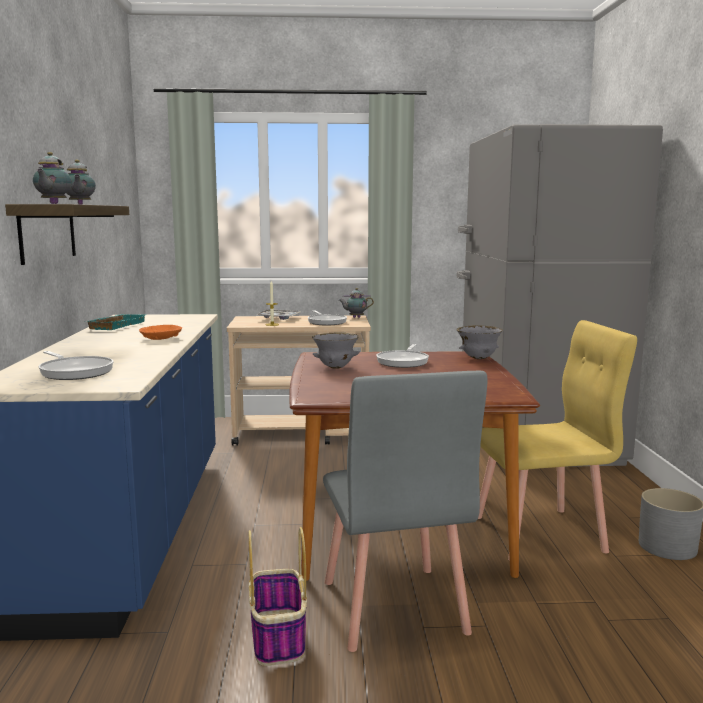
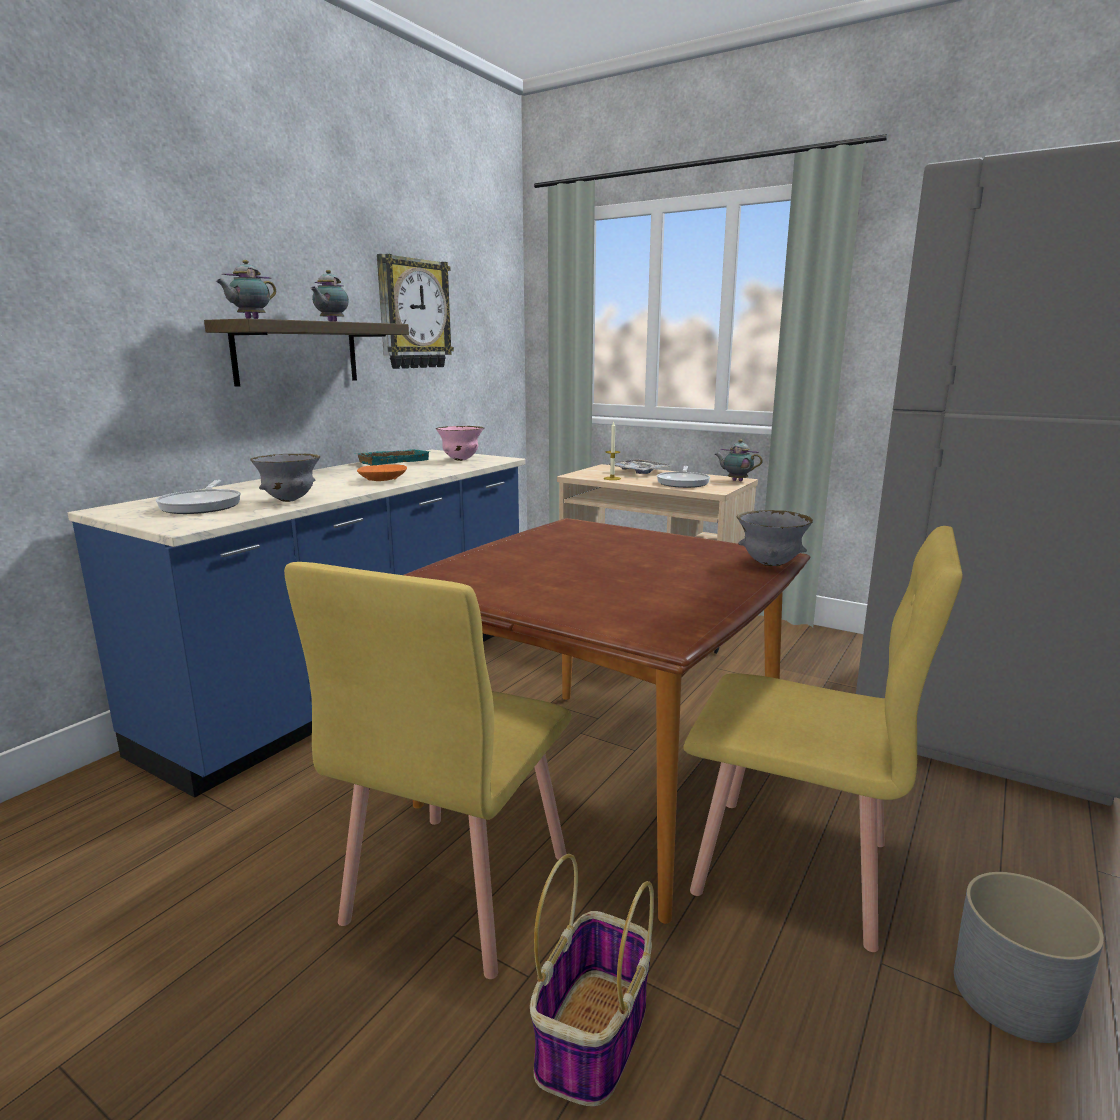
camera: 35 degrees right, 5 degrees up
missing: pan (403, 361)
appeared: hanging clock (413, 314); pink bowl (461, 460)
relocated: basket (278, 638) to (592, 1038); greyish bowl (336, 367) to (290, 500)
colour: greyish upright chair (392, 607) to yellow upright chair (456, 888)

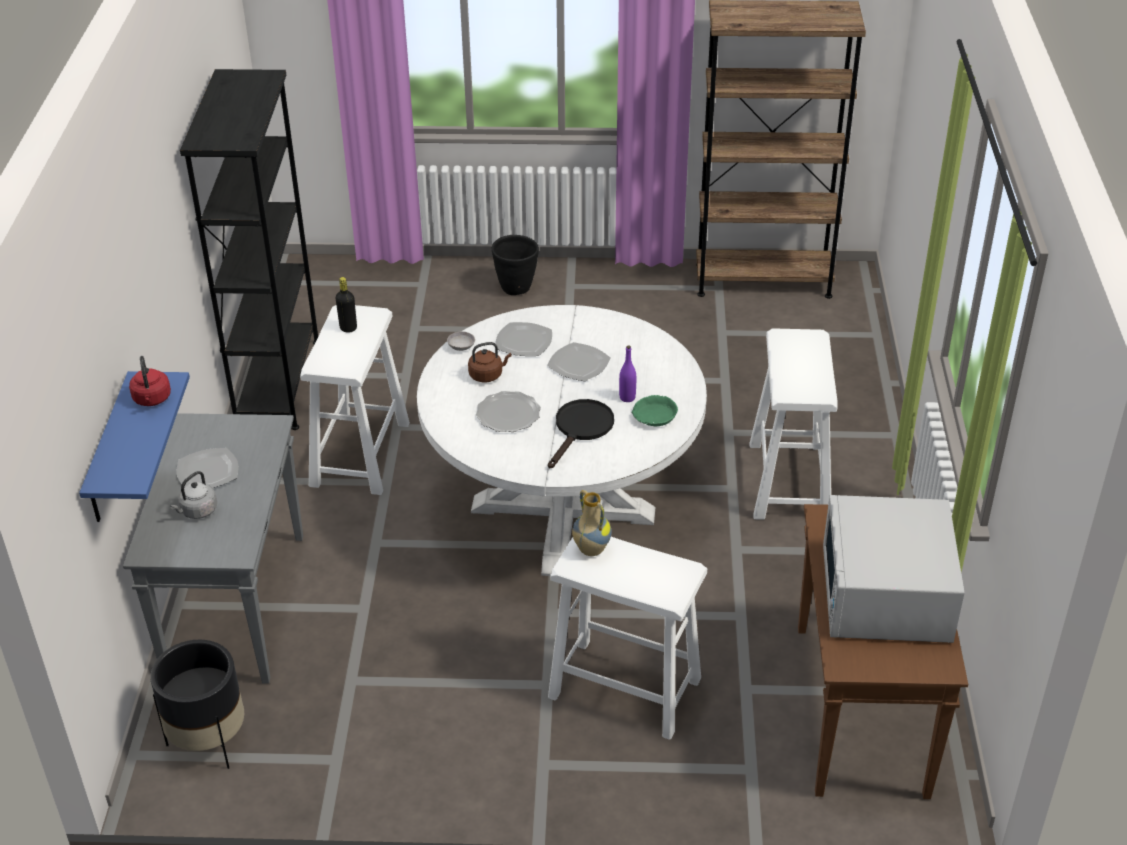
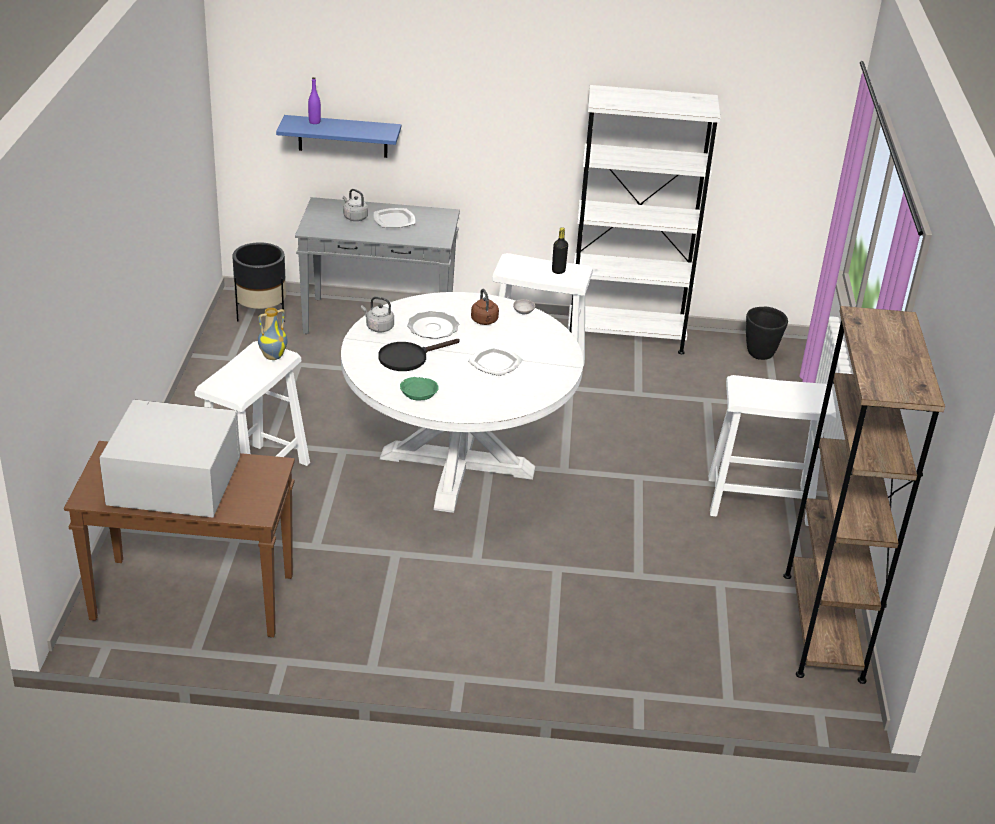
camera: 90 degrees right, 5 degrees down
missing: red tea kettle (152, 400); dinner plate (524, 342)
appeared: greyish tea kettle (378, 327)
relocated: blackish plant pot (516, 288) to (760, 354); purple-coloured bottle (627, 397) to (314, 122); white-coloured stool (789, 482) to (758, 500)
colour: blackish shelving unit (278, 383) to white-coloured shelving unit (625, 335)
spun: blackish pan (581, 429) = (409, 357) 120 degrees clockwise

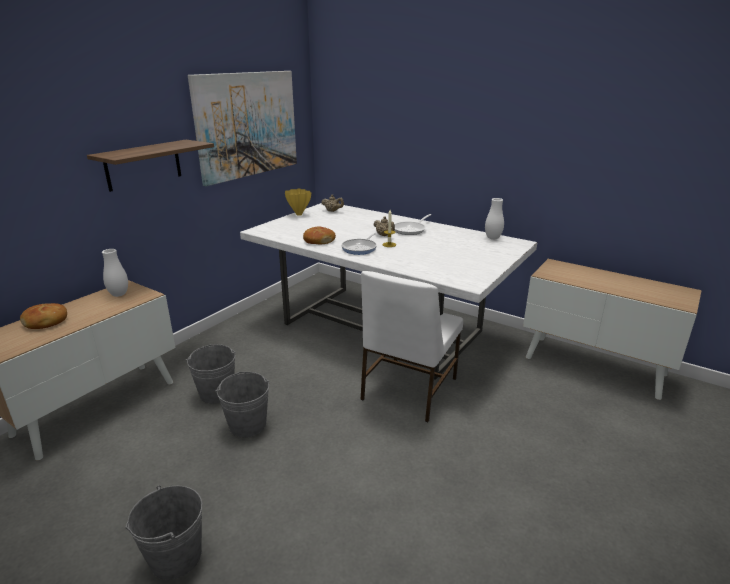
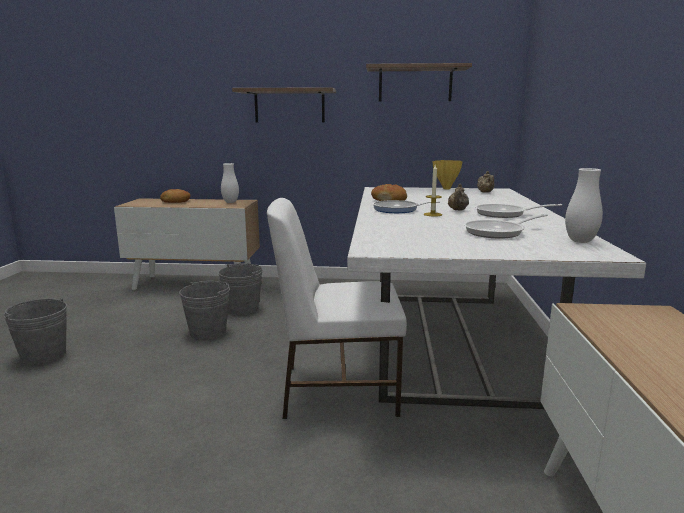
camera: 60 degrees right, 10 degrees down
appeared: pan (498, 232)
exchanged: wall art (247, 125) to wall shelf (415, 84)

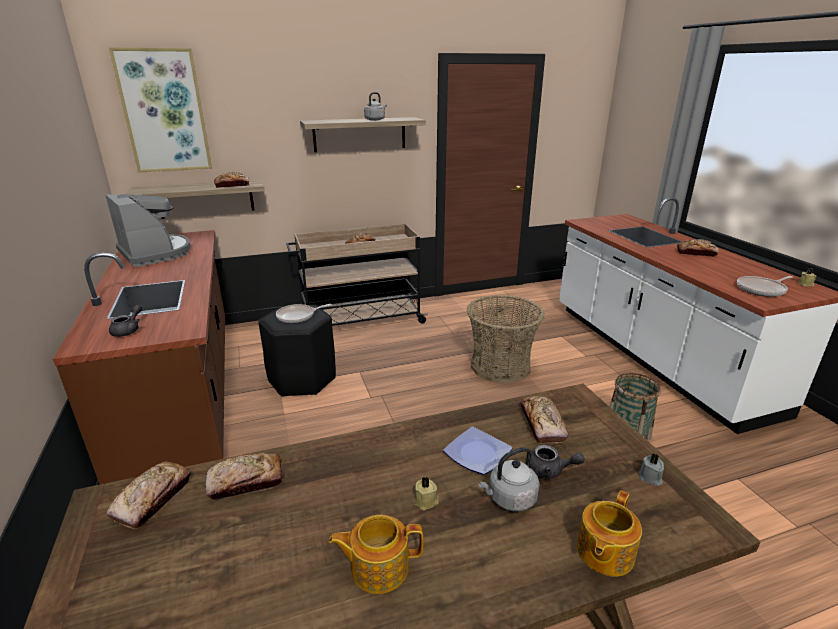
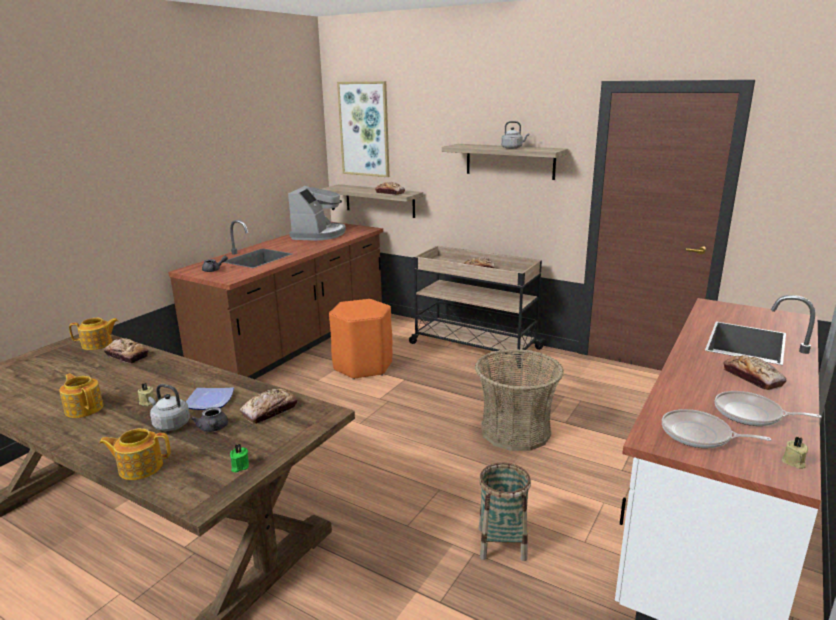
camera: 50 degrees right, 5 degrees down
relocated: pan (298, 316) to (751, 414)
exchanged: baked bread (153, 499) to pot for tea (98, 344)
colour: blackish stool (302, 379) to orange stool (363, 366); greyish candle (650, 478) to green-coloured candle (239, 466)

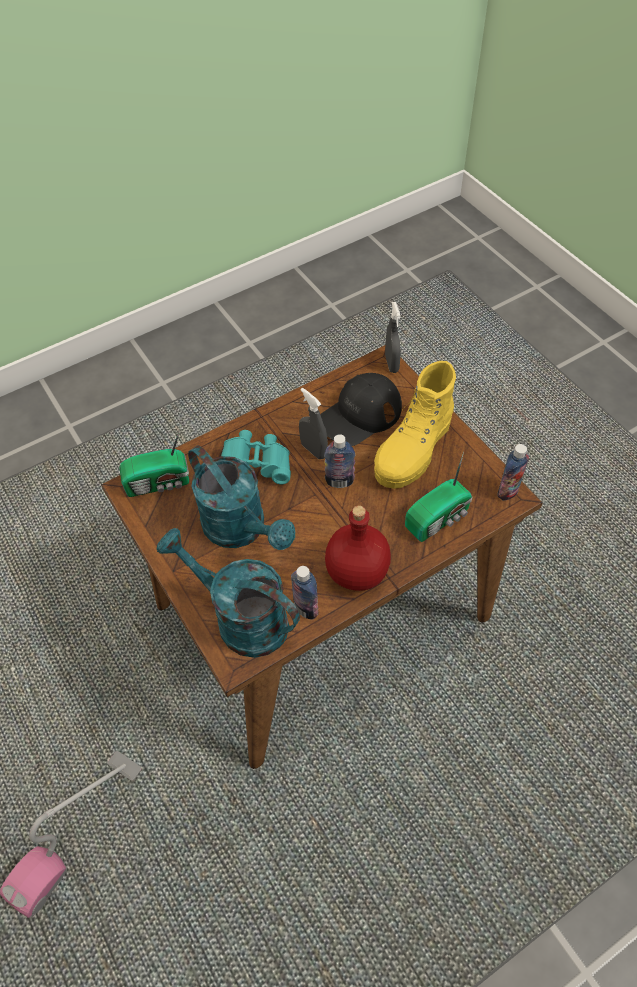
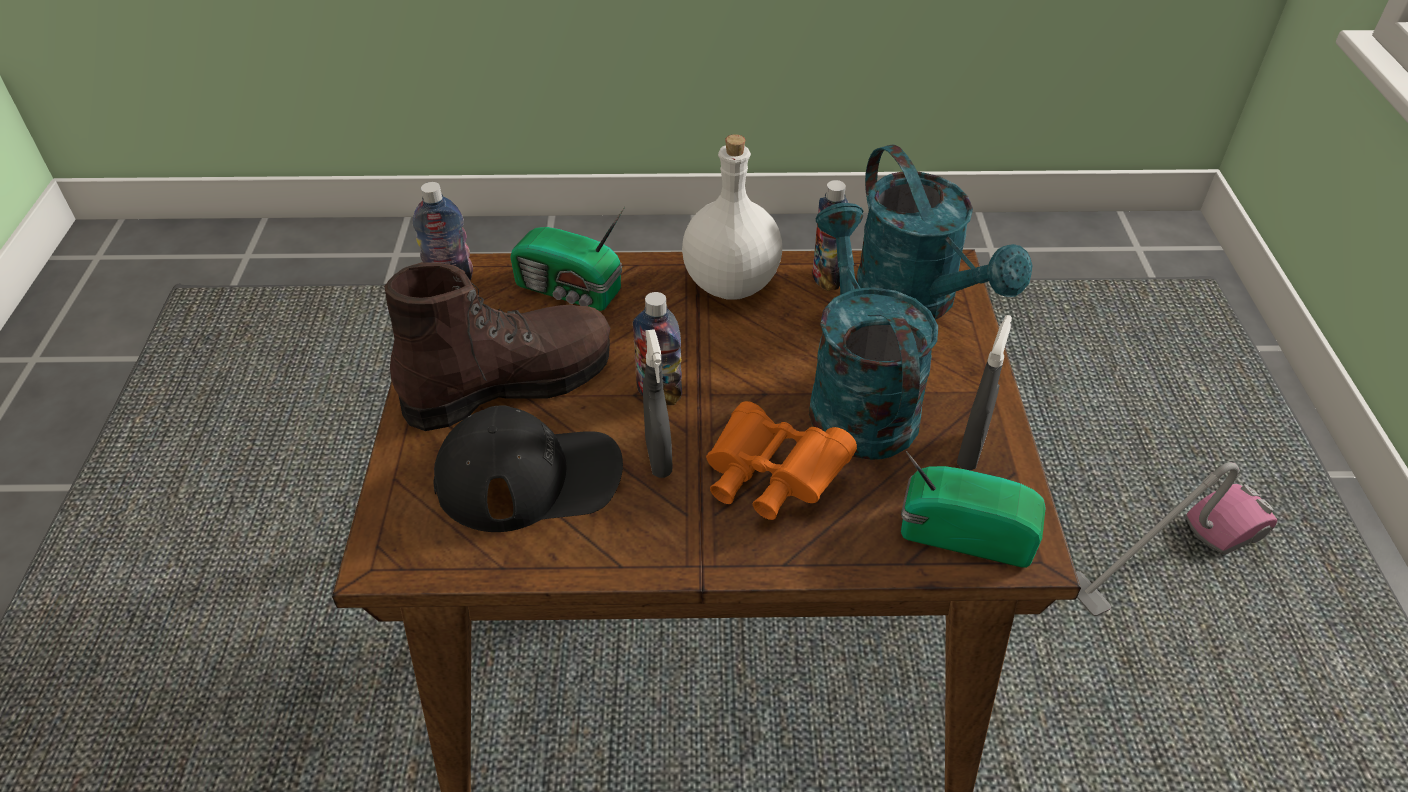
camera: 150 degrees left, 10 degrees down
relocated: greyish sprayer (391, 364) to (971, 451)
colour: turquoise binoculars (257, 465) to orange binoculars (770, 479); red bottle (356, 571) to white-coloured bottle (732, 285); yellow high-top boot (413, 451) to brown-coloured high-top boot (510, 383)
spun: radio (439, 518) = (570, 291) 150 degrees counterclockwise

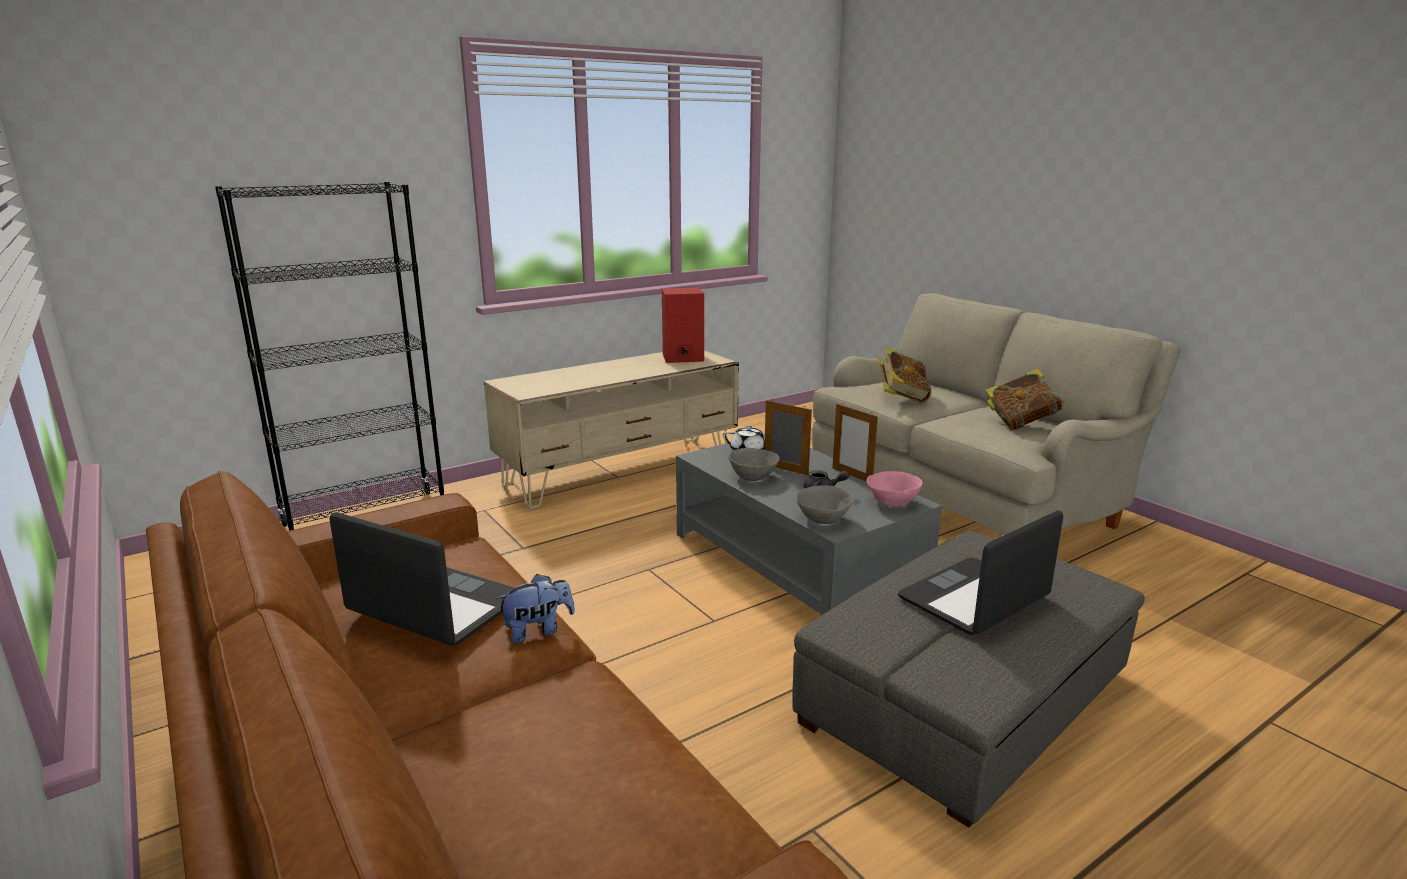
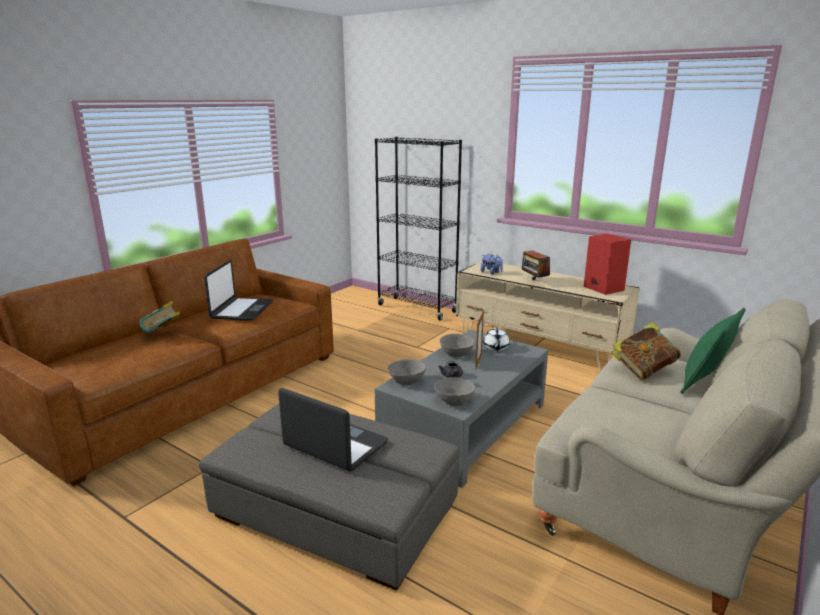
camera: 70 degrees right, 0 degrees up
missing: photo frame (852, 475)
appeared: radio (534, 282); green-coloured cushion (704, 383)
relocated: soft toy (538, 630) to (491, 272); book (1021, 423) to (163, 334)
colour: pink bowl (892, 501) to greyish bowl (454, 401)

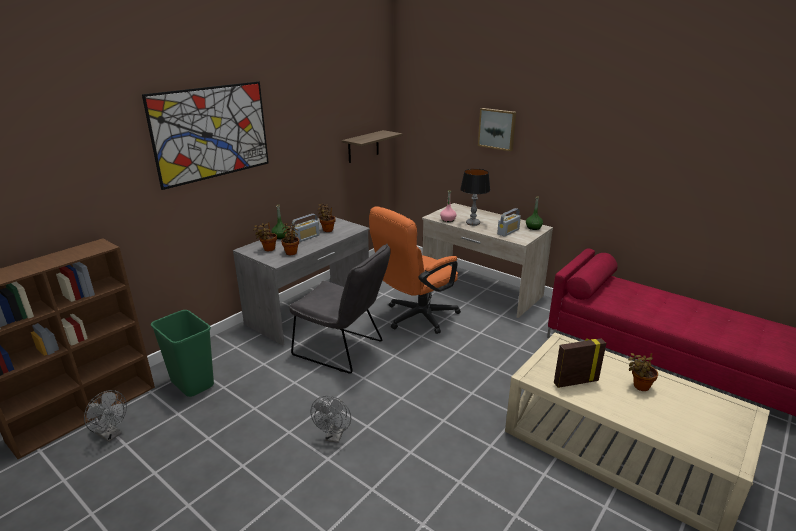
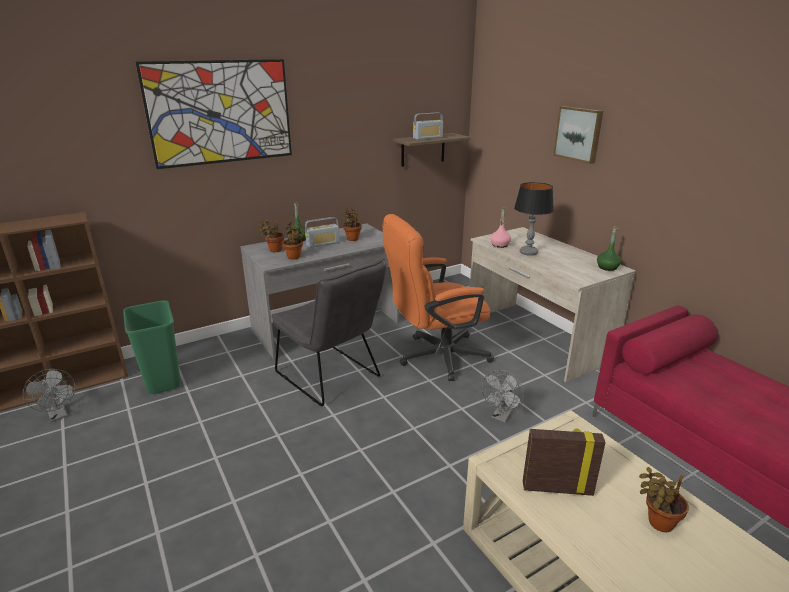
camera: 20 degrees right, 0 degrees up
relocated: greyish fan (334, 436) to (501, 416); radio (508, 232) to (428, 138)

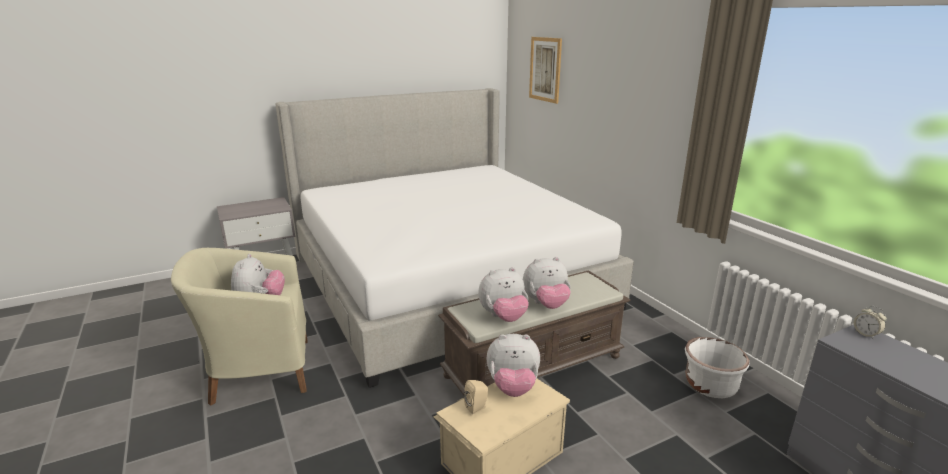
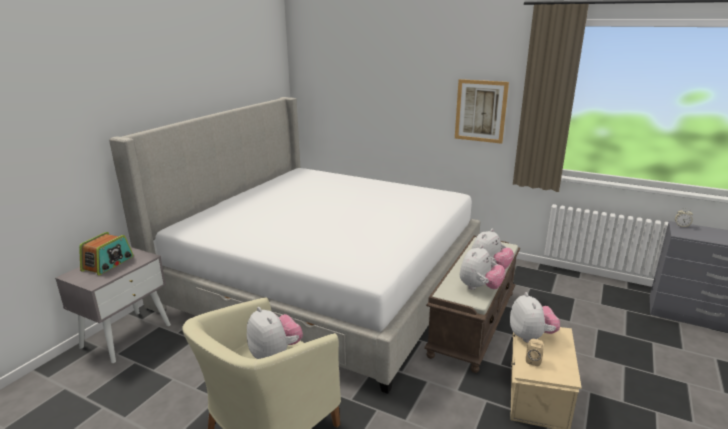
camera: 35 degrees left, 0 degrees up
missing: white-coloured plant pot (710, 385)
appeared: radio (108, 264)
relocated: wall art (545, 69) to (480, 111)
spun: soft toy (512, 387) = (531, 336) 60 degrees counterclockwise

